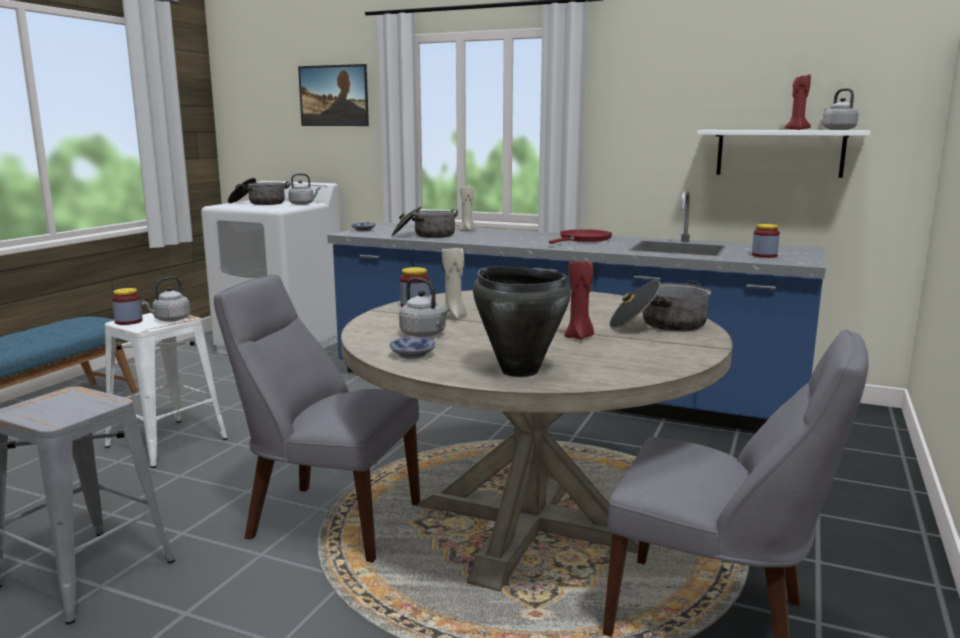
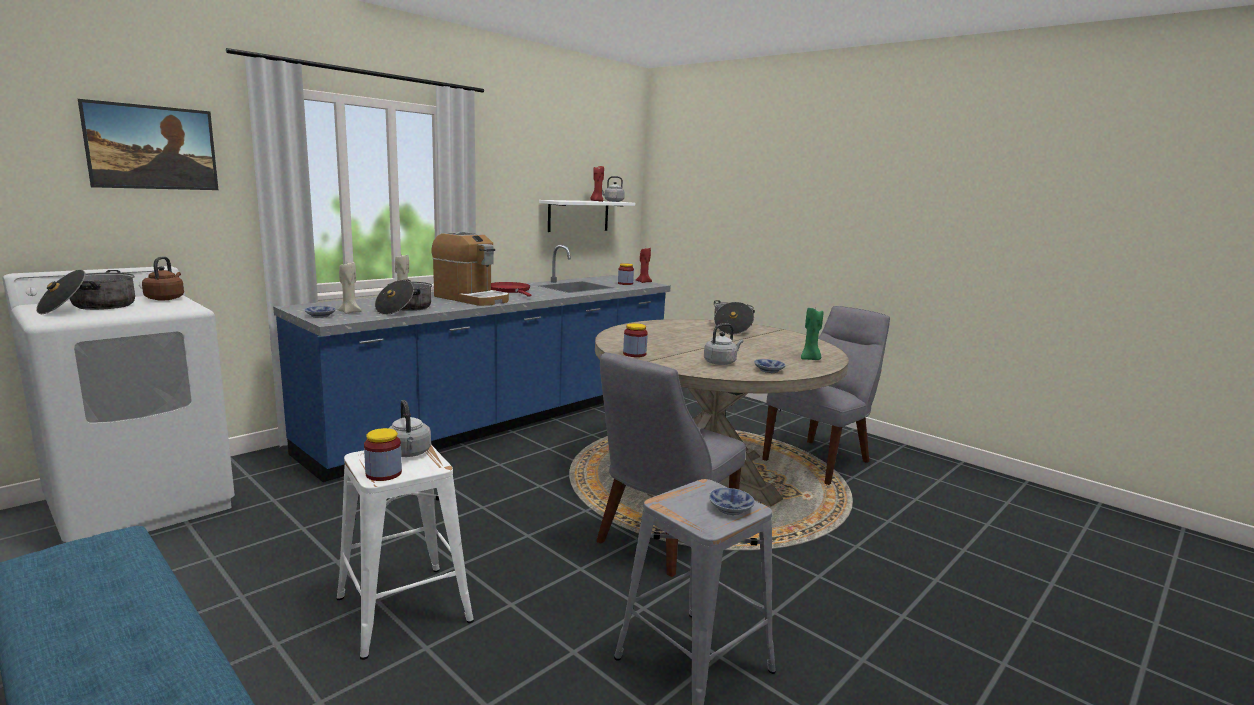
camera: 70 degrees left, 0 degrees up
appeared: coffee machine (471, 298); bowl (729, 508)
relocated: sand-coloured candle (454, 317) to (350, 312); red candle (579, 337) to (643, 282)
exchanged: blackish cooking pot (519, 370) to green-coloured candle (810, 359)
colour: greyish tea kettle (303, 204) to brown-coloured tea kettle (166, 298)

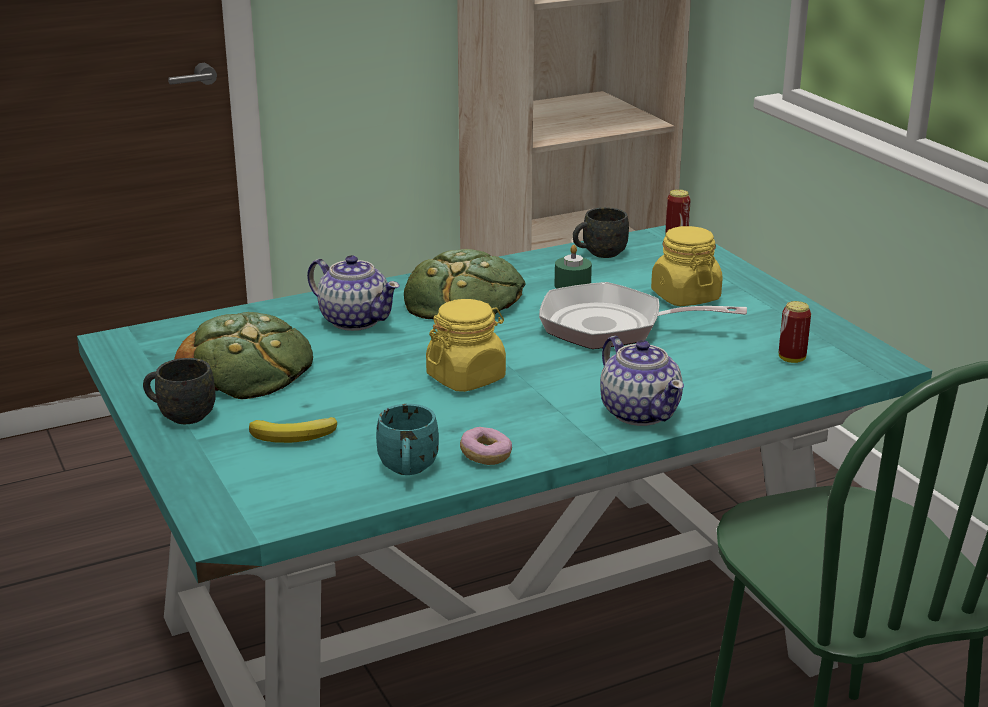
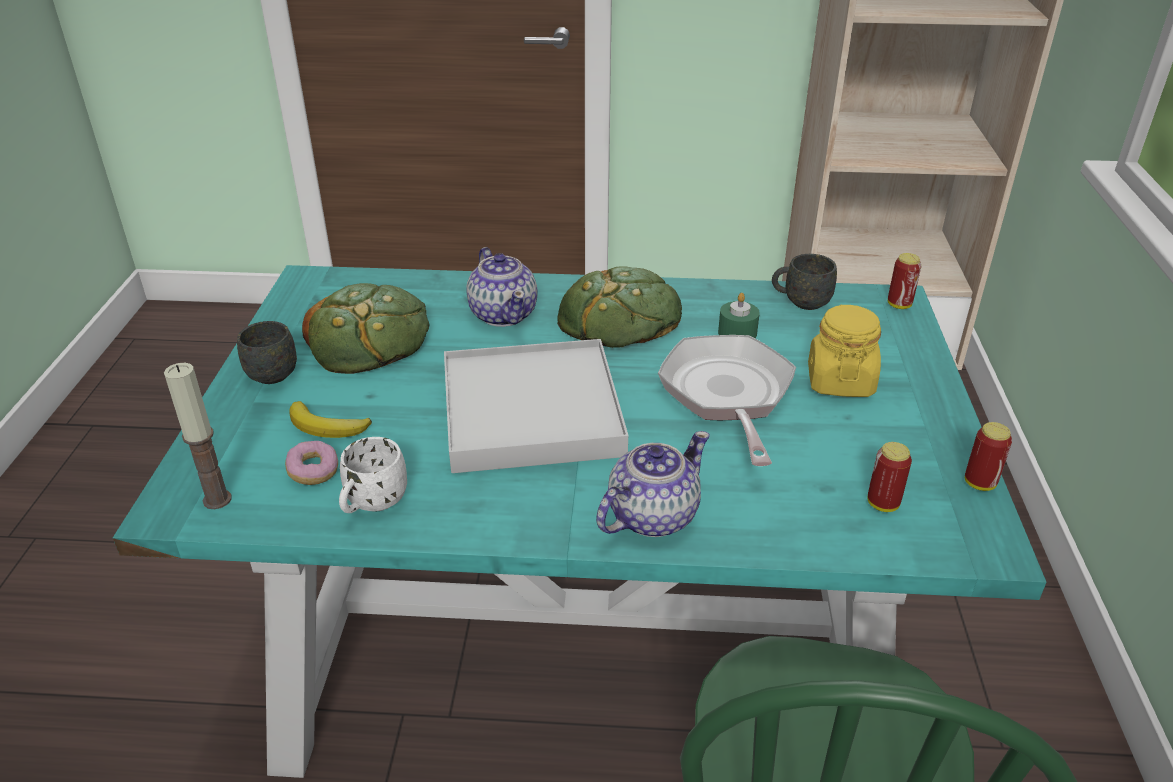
camera: 30 degrees right, 10 degrees up
appeared: candle (217, 500); sealed can (979, 483)
relocated: donut (486, 456) to (313, 472)
exchanged: yellow storage jar (466, 378) to white-coloured serving tray (531, 412)
colour: turquoise mug (408, 470) to white-coloured mug (372, 504)
spun: pan (611, 326) = (727, 395) 45 degrees clockwise; pot for tea (640, 412) = (651, 516) 135 degrees counterclockwise

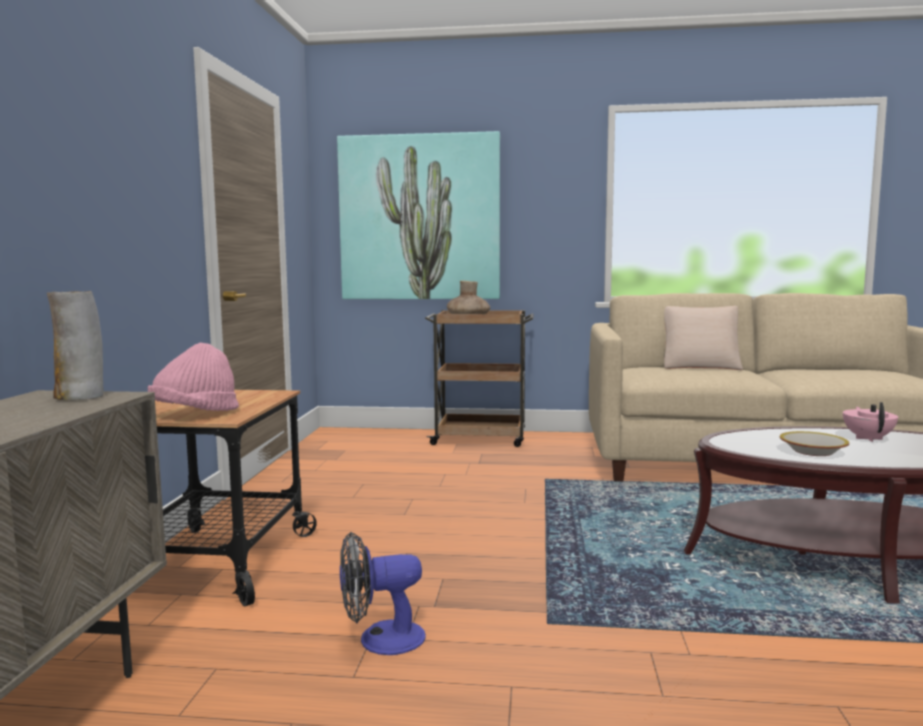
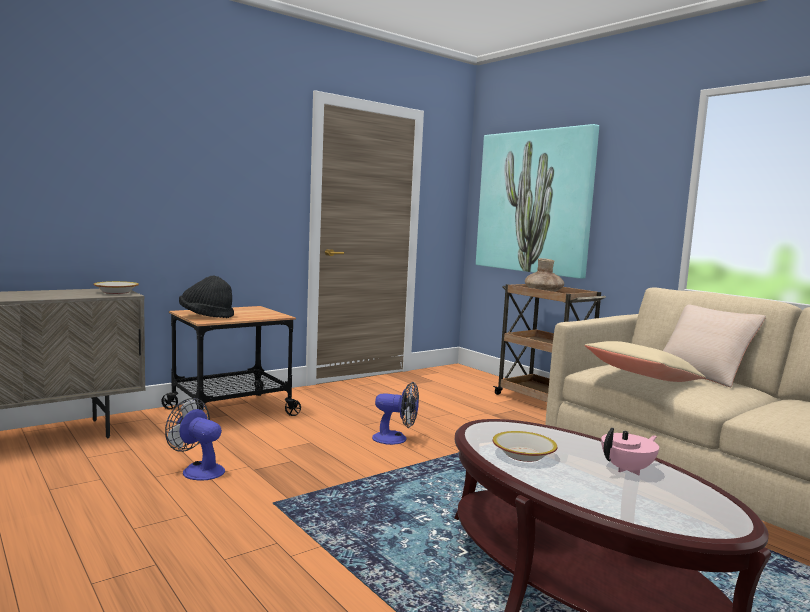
camera: 45 degrees right, 0 degrees up
appeared: fan (396, 439); sand-coloured cushion (642, 378)
exchanged: decorative vase (80, 397) to bowl (116, 292)
colour: pink hat (195, 414) to blackish hat (206, 316)

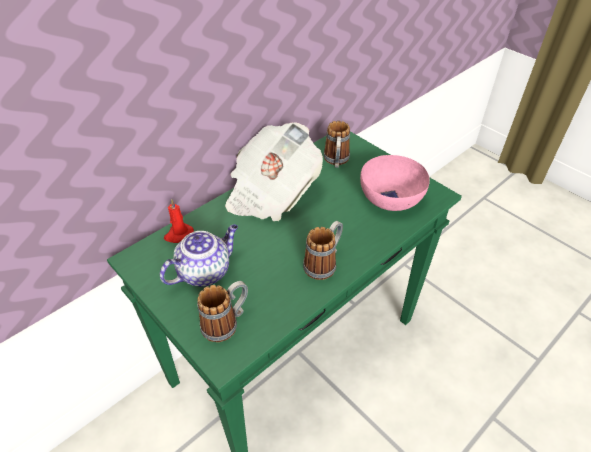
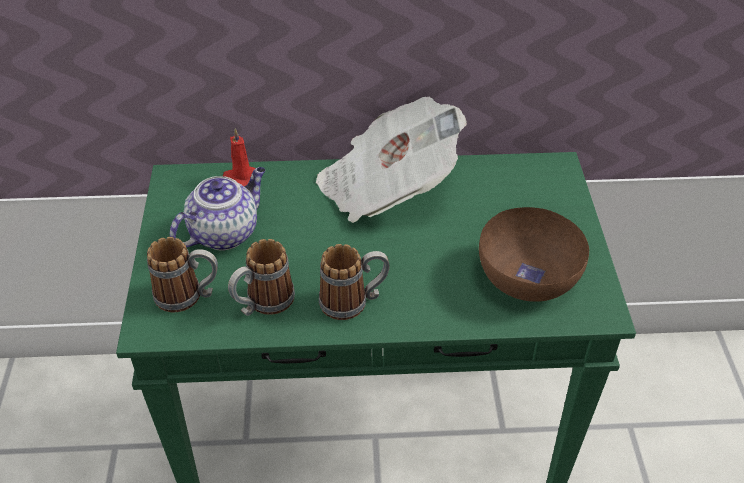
camera: 40 degrees right, 0 degrees up
relocated: mug (336, 161) to (263, 304)
colour: pink bowl (390, 198) to brown-coloured bowl (526, 277)
spun: pot for tea (205, 271) = (225, 232) 45 degrees counterclockwise

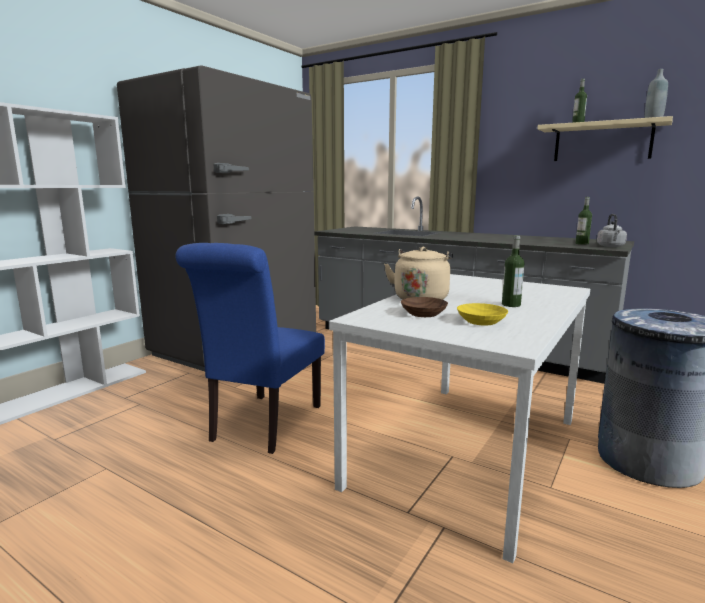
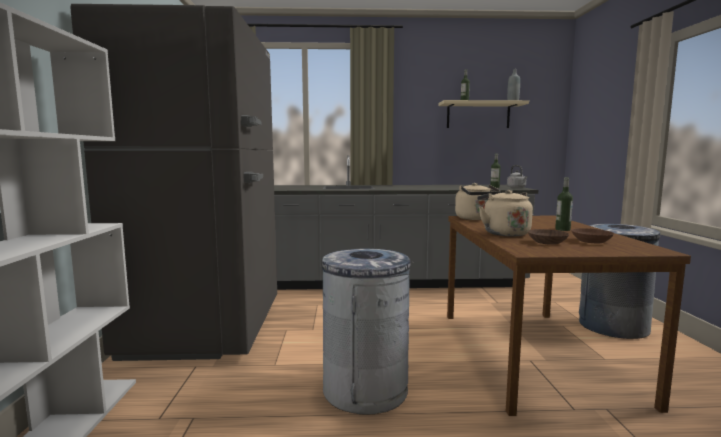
camera: 35 degrees left, 5 degrees down
appeared: sand-coloured tea kettle (475, 218)
exchanged: bluish upright chair (262, 425) to greyish rubbish bin (365, 389)
colour: white-coloured dinner table (467, 450) to brown-coloured dinner table (530, 353); yellow bowl (482, 321) to brown-coloured bowl (592, 241)

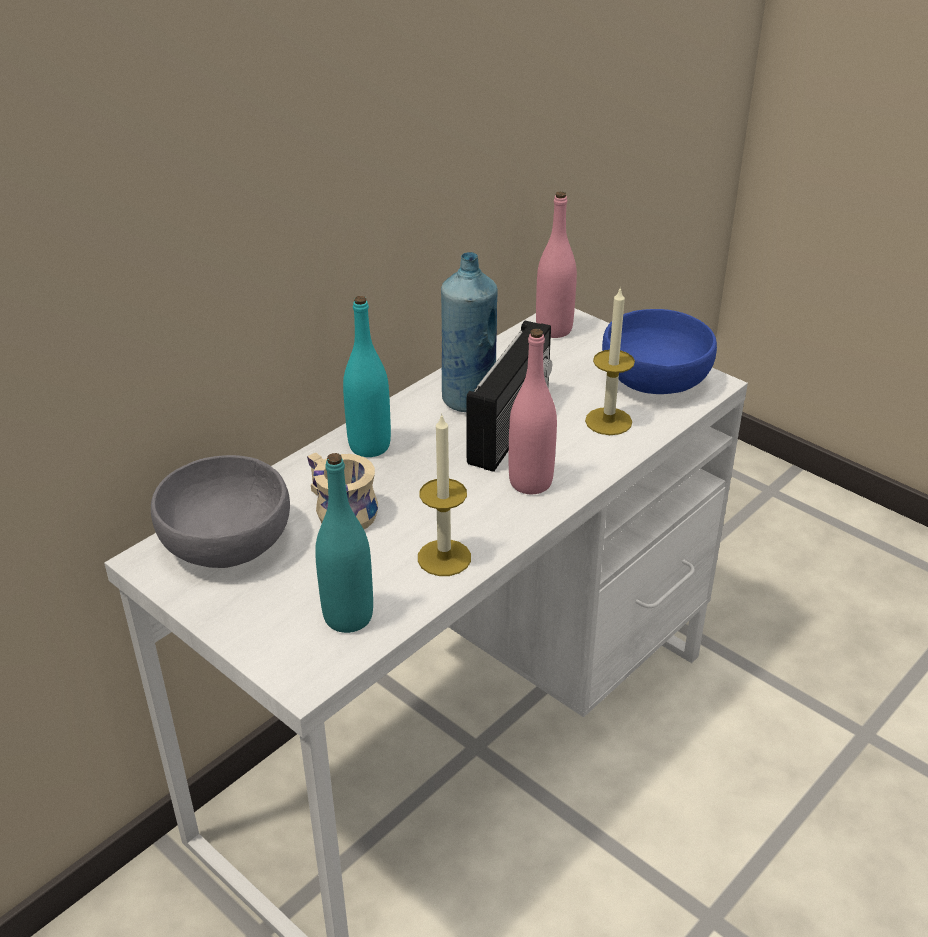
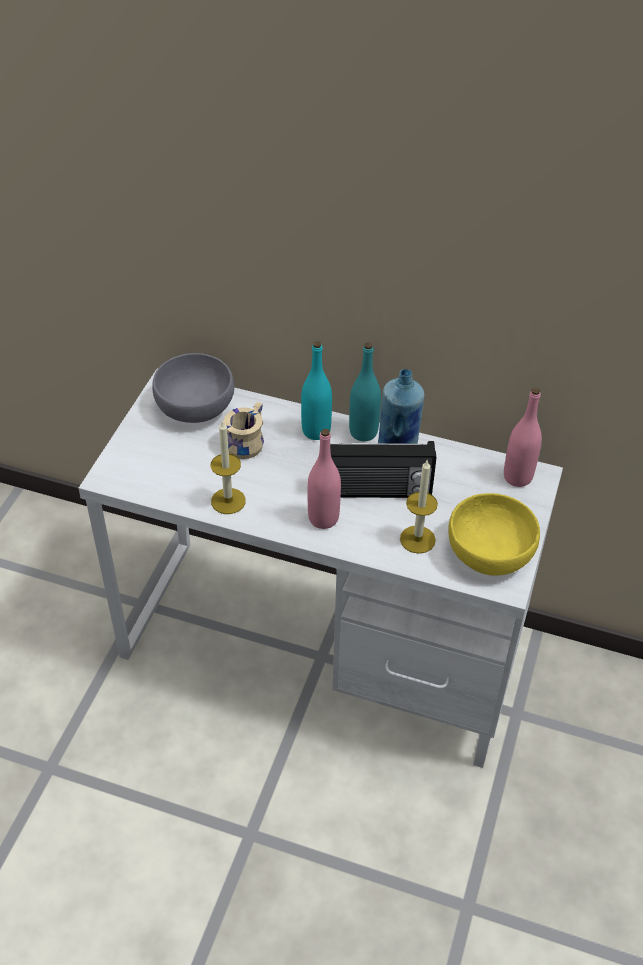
camera: 65 degrees right, 10 degrees up
relocated: turquoise bottle (348, 617) to (363, 432)
colour: bluish bowl (656, 380) to yellow bowl (489, 553)

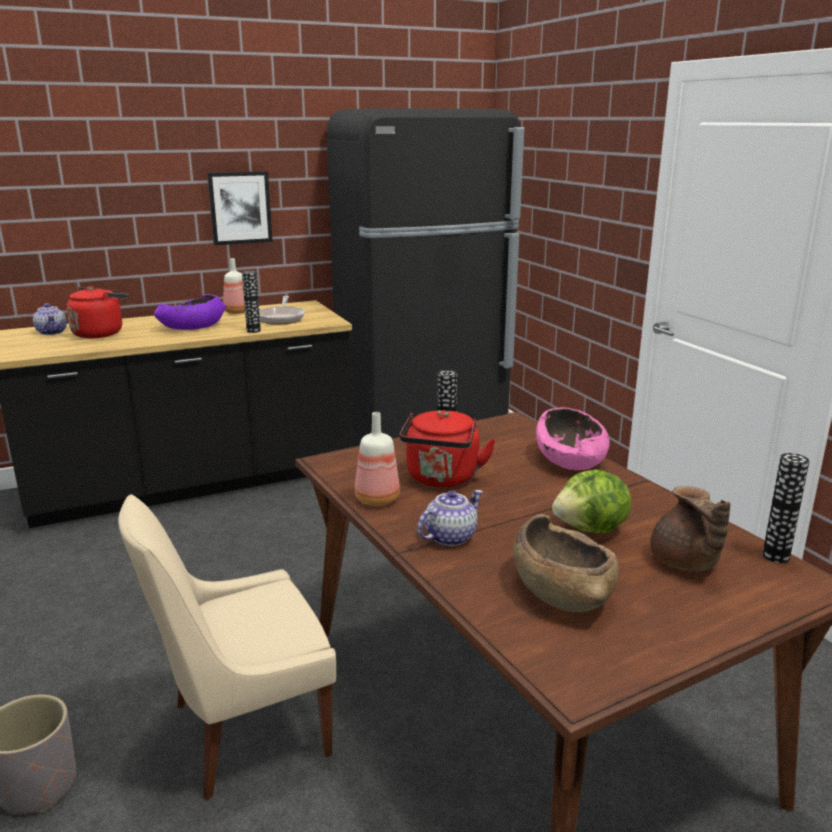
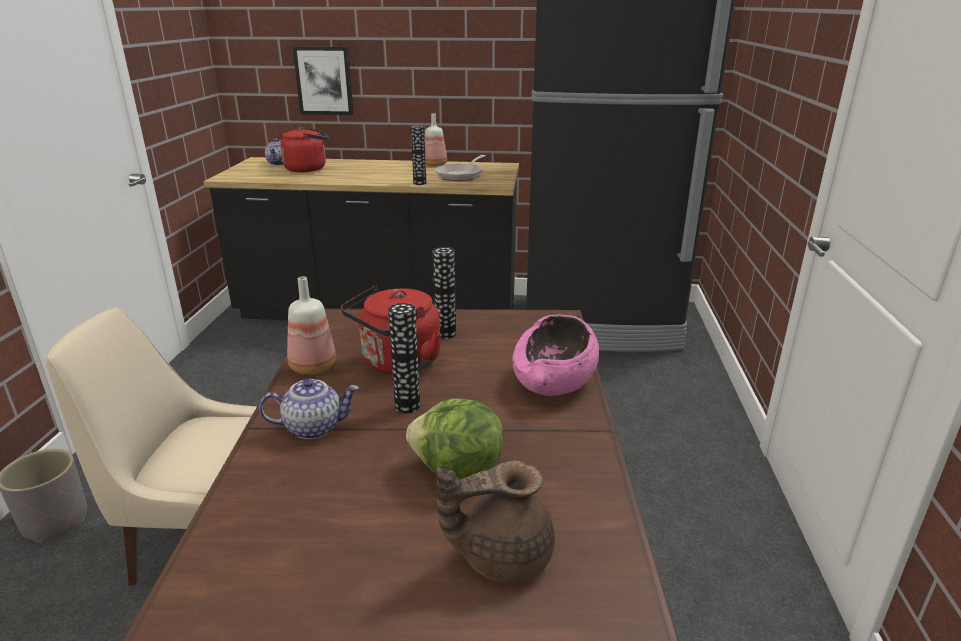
camera: 30 degrees right, 5 degrees up
missing: purple-coloured bowl (192, 327); brown-coloured bowl (561, 589)
relocated: wall art (240, 207) to (324, 80); decorative vase (775, 556) to (407, 406)
spun: brown-coloured pot for tea (684, 563) = (501, 555) 60 degrees clockwise

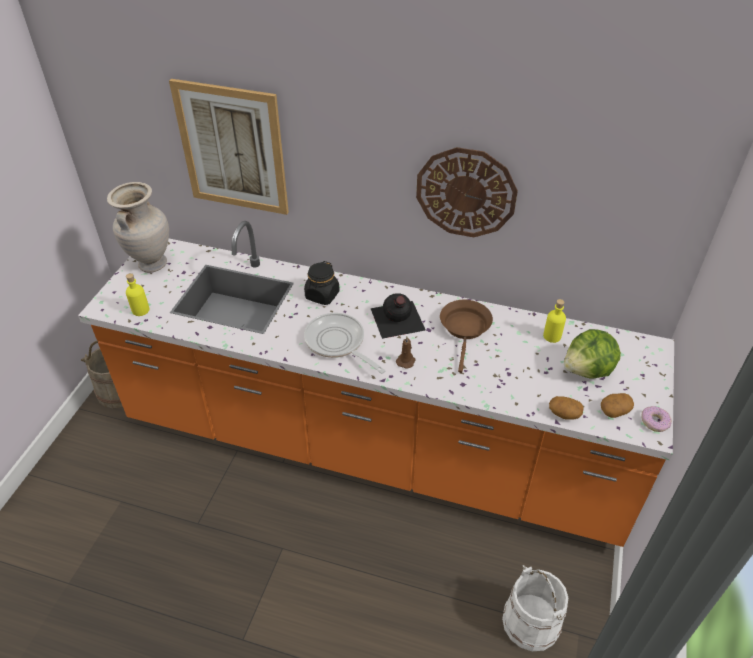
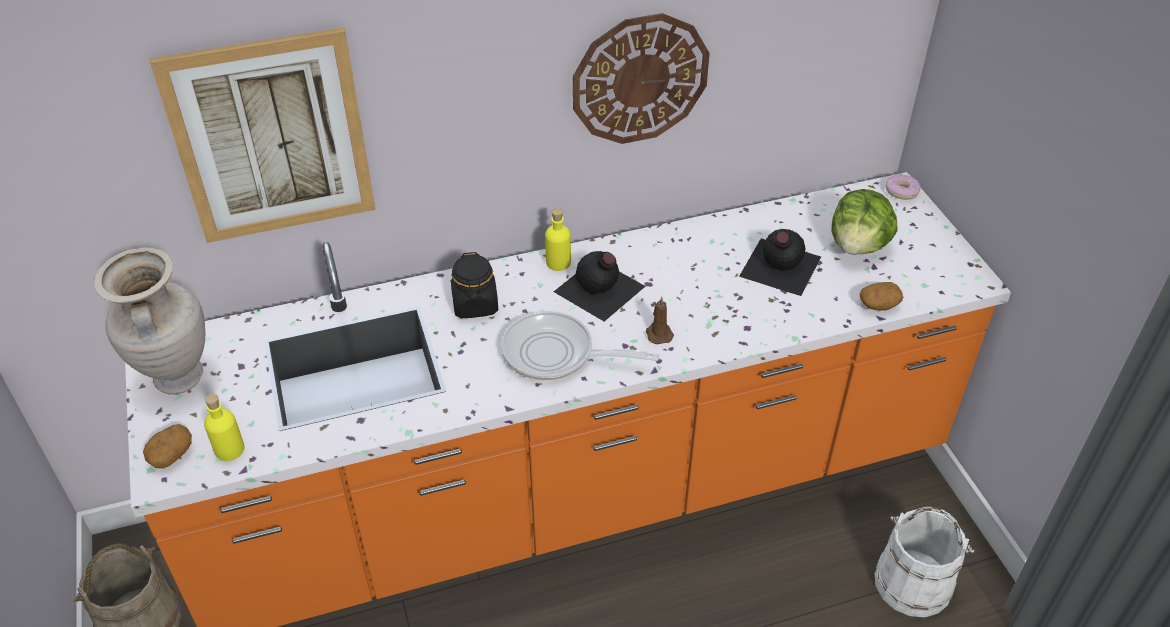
camera: 35 degrees left, 0 degrees up
missing: brown-coloured pan (465, 329)
appeared: blackish bottle (778, 266)
relocated: yellow bottle (552, 336) to (558, 262); spud (615, 410) to (171, 454); donut (655, 422) to (901, 191)

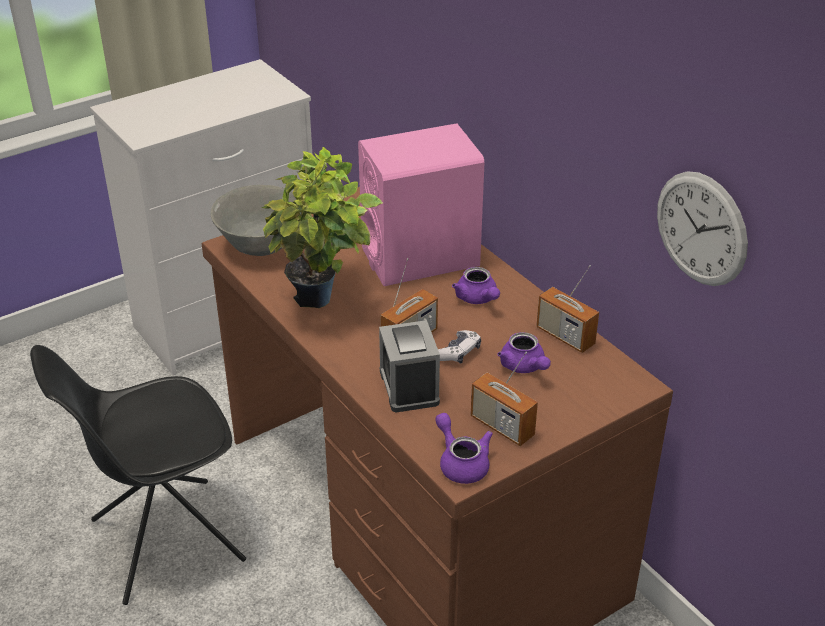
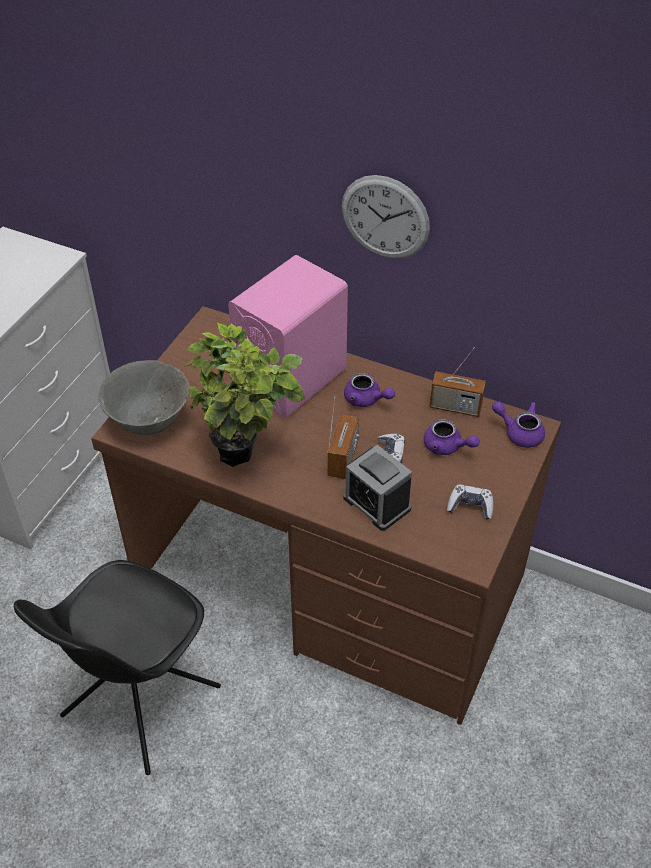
camera: 30 degrees left, 10 degrees up
relocated: purple-coloured pot for tea (461, 463) to (519, 432); hanging clock (701, 229) to (385, 217)
exchanged: radio (502, 426) to joypad (470, 506)

